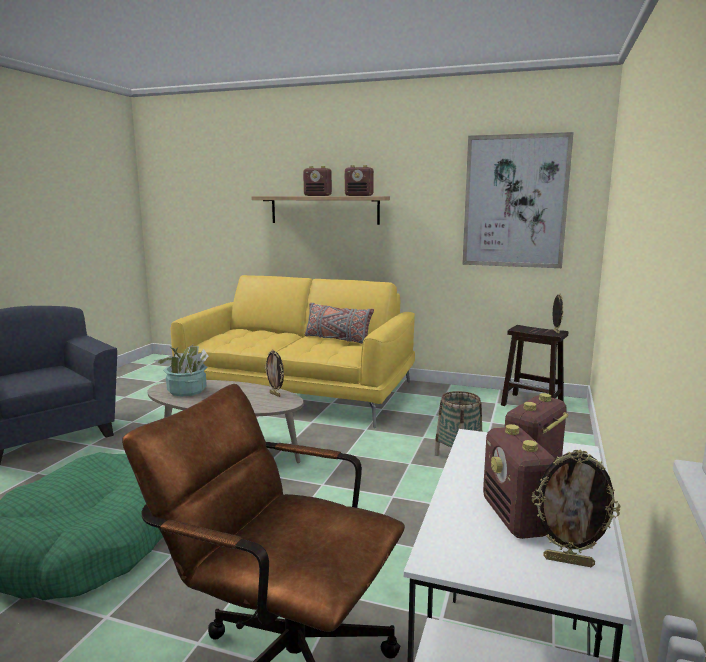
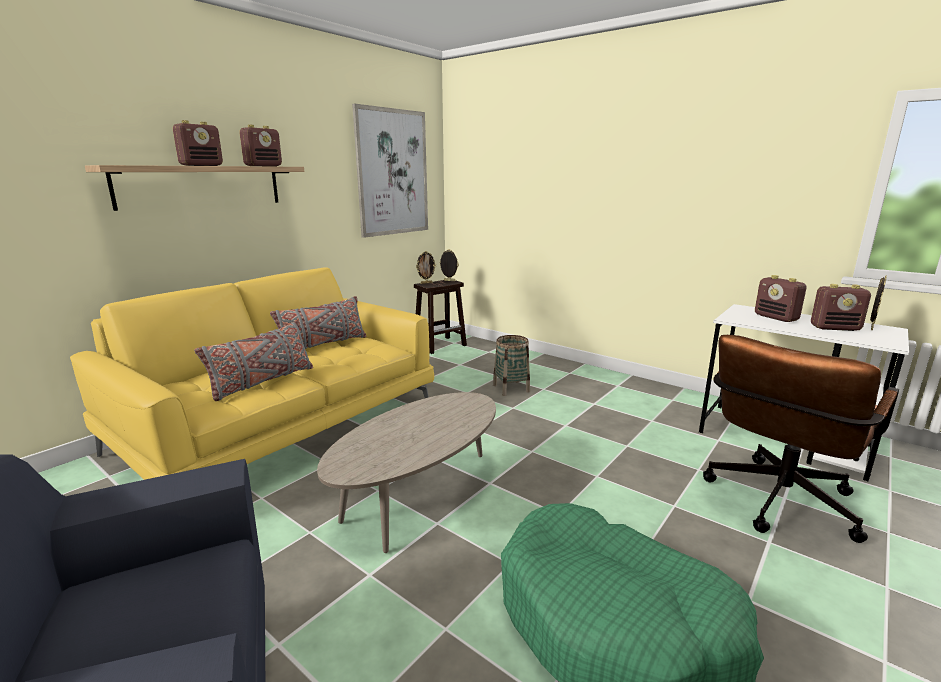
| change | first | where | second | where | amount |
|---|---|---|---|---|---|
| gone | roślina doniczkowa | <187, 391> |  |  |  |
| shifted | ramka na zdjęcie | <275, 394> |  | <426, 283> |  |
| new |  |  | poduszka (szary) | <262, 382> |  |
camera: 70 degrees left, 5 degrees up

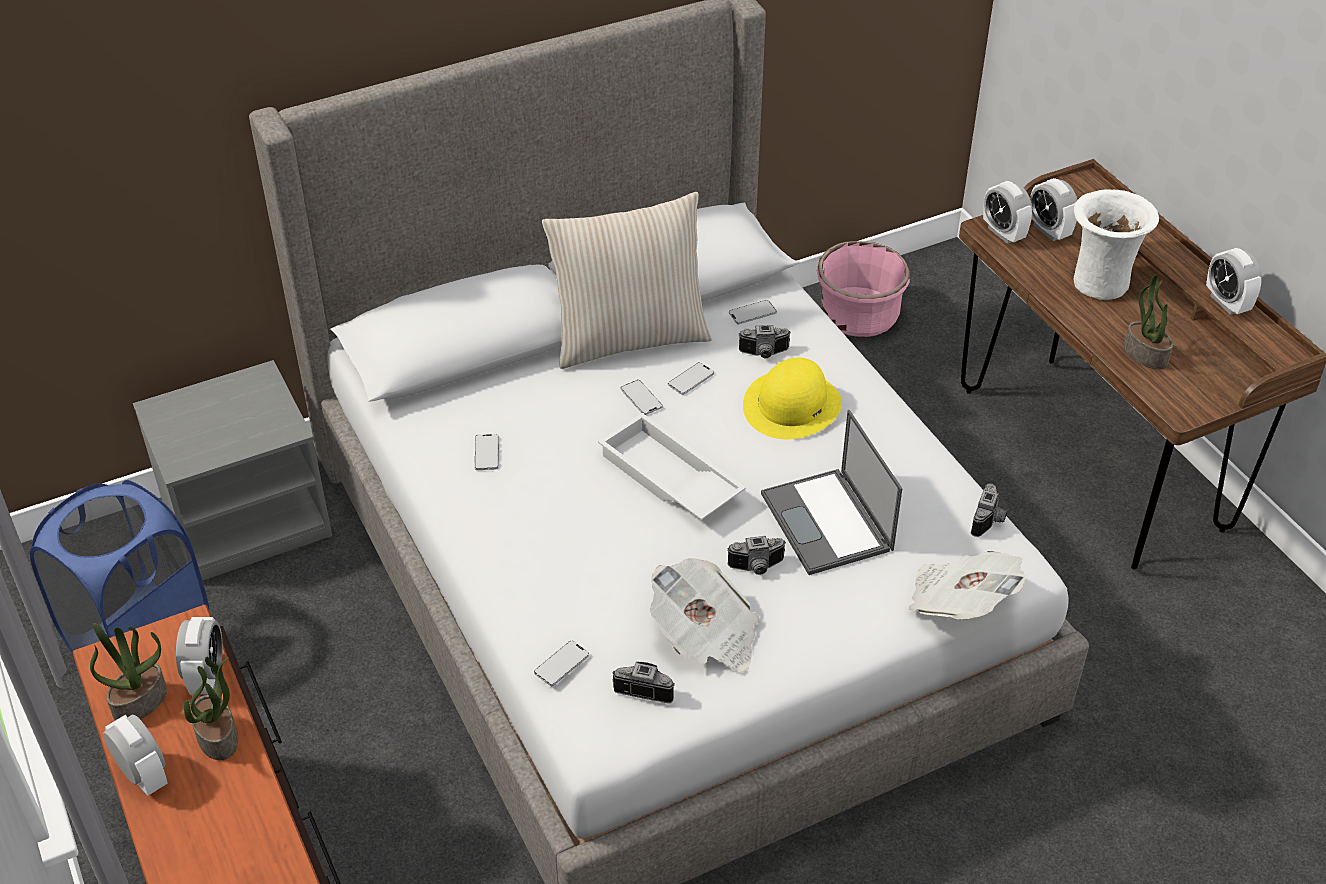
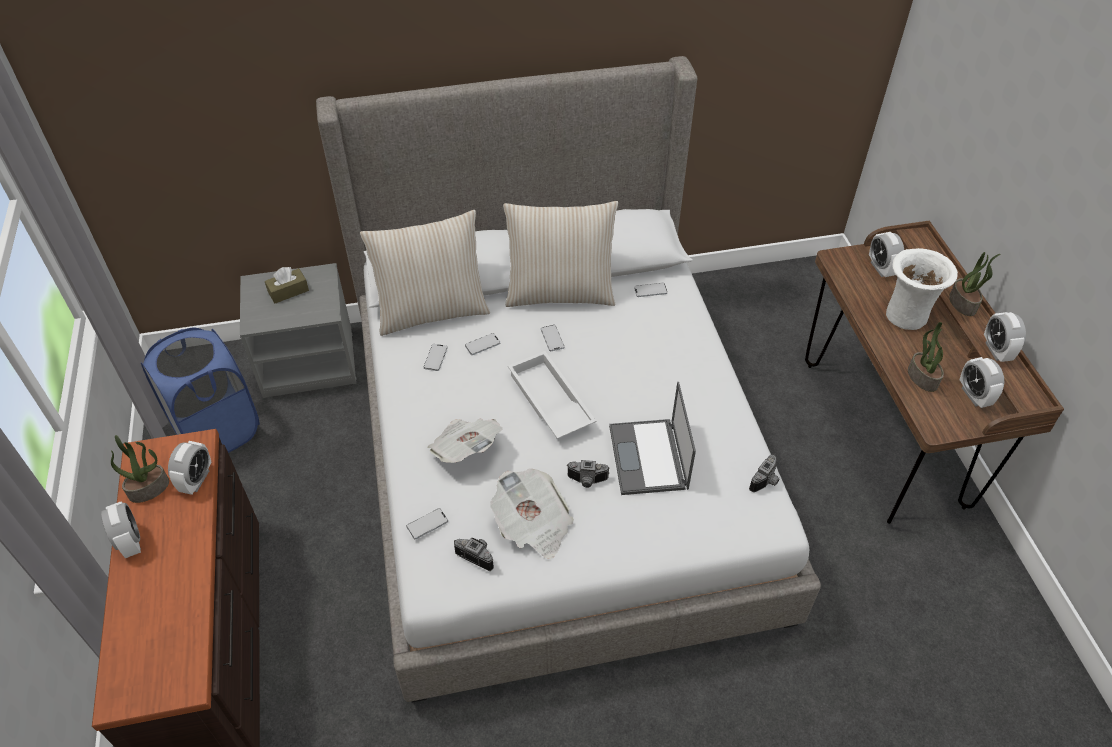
| change | first | where | second | where | amount |
|---|---|---|---|---|---|
| shifted | roślina doniczkowa | <218, 737> |  | <963, 303> |  |
| shifted | telefon | <691, 379> |  | <482, 344> |  |
| gone | aparat fotograficzny | <764, 354> |  |  |  |
| gone | kapelusz (żółty) | <792, 405> |  |  |  |
| gone | donica (różowy) | <859, 317> |  |  |  |
| shifted | gazeta | <960, 603> |  | <465, 449> |  |
| shifted | budzik | <1003, 233> |  | <974, 395> |  |
| new |  |  | pudełko chusteczek (brązowy) | <288, 291> |  |
| new |  |  | poduszka (beżowy) | <432, 311> |  |
camera: 15 degrees right, 5 degrees up

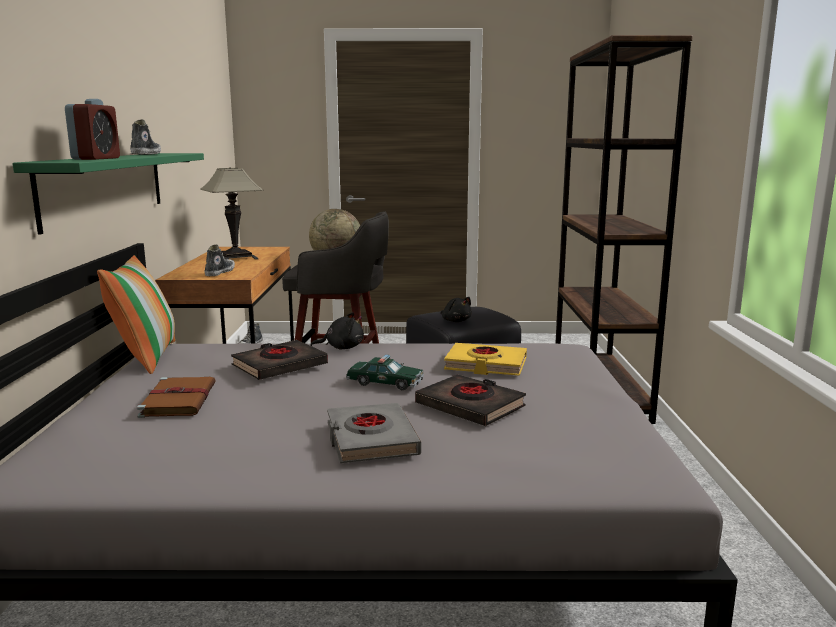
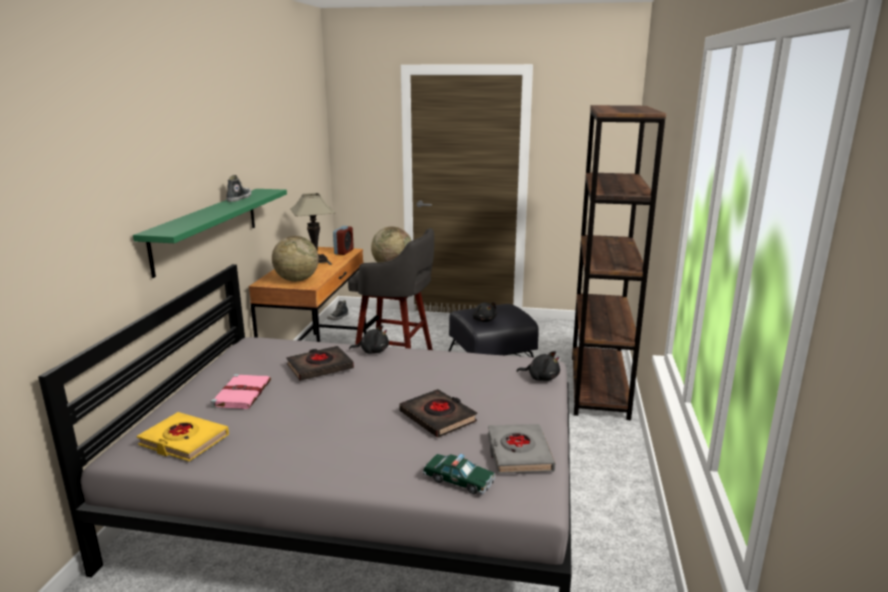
| change | first | where | second | where | amount |
|---|---|---|---|---|---|
| shifted | budzik | <96, 158> |  | <344, 252> |  |
| gone | poduszka | <145, 357> |  |  |  |
| repainted | książka (brązowy) | <179, 399> | książka (różowy) | <242, 393> |  |
| swapped | but | <219, 272> | globus | <296, 280> |  |
| shifted | książka (szary) | <371, 439> |  | <518, 453> |  |
| shifted | samochodzik | <385, 383> |  | <458, 480> |  |
| shifted | książka (żółty) | <485, 365> |  | <184, 441> |  |
| new |  |  | pluszak (czarny) | <541, 378> |  |
camera: 10 degrees right, 5 degrees up

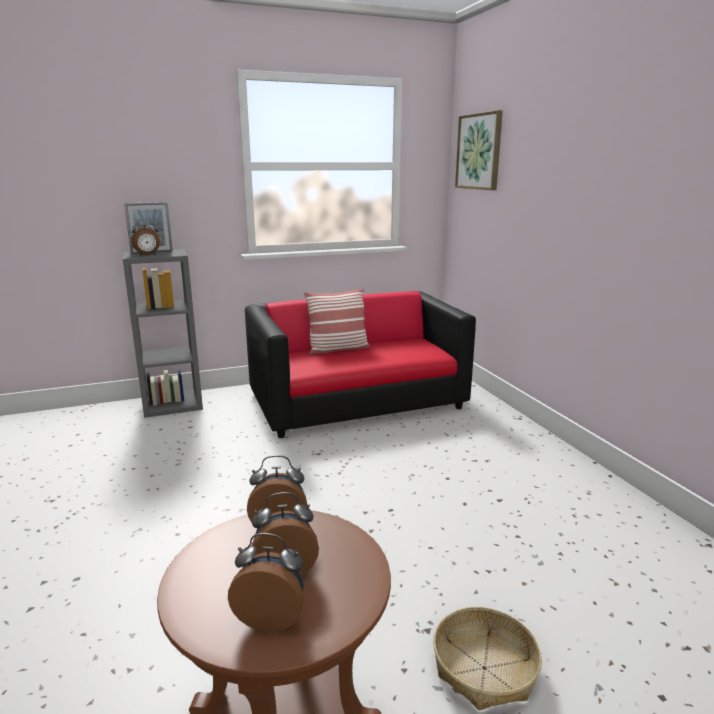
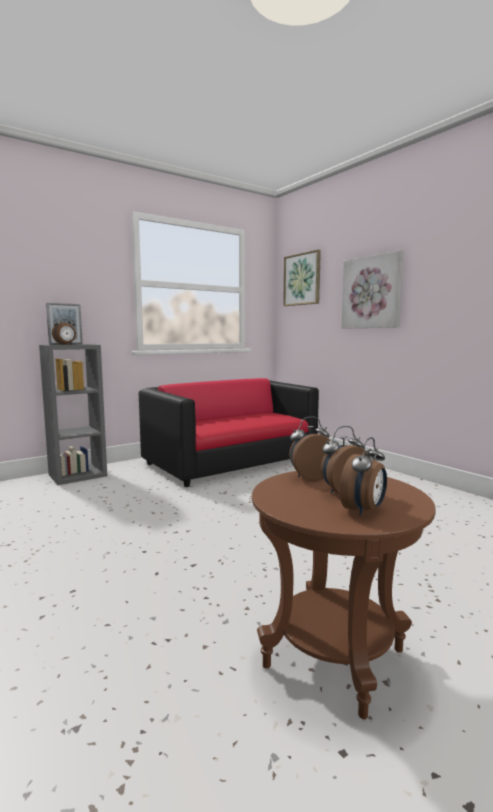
| change | first | where | second | where | amount |
|---|---|---|---|---|---|
| rotated | budzik | <271, 617> |  | <364, 511> | 135 degrees clockwise |
| gone | poduszka | <338, 349> |  |  |  |
| gone | koszyk | <484, 669> |  |  |  |
| new |  |  | obraz | <372, 292> |  |
camera: 15 degrees left, 10 degrees down

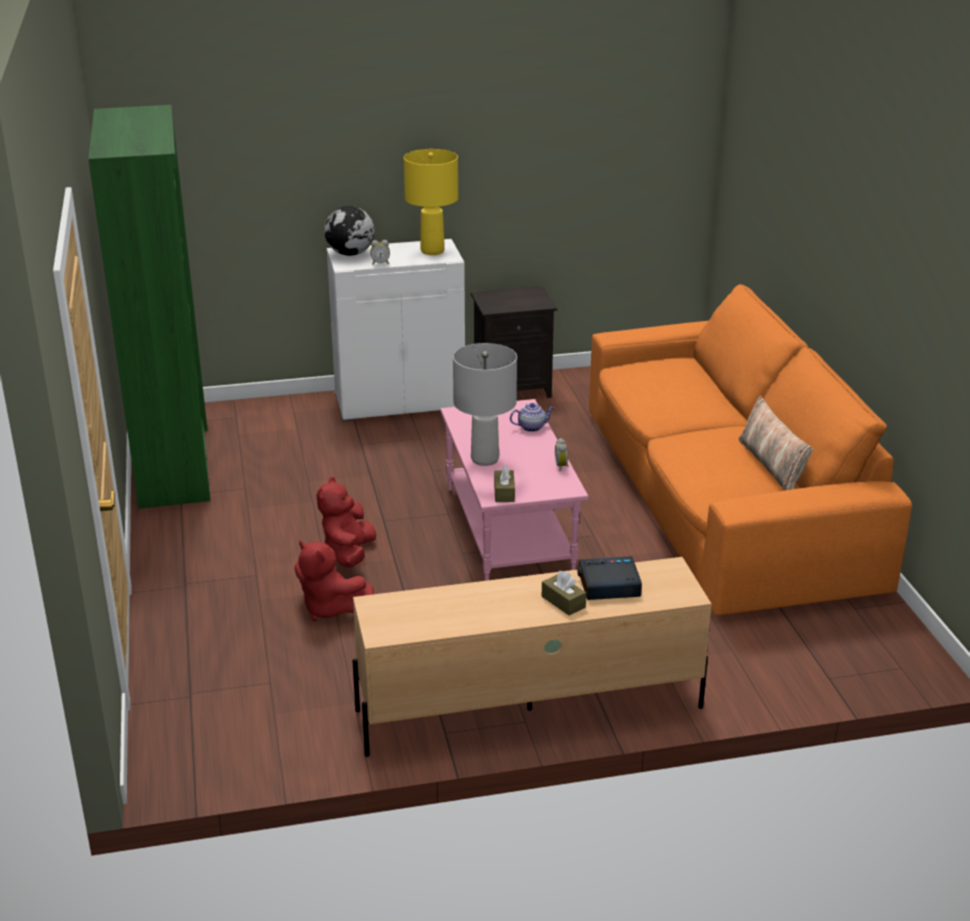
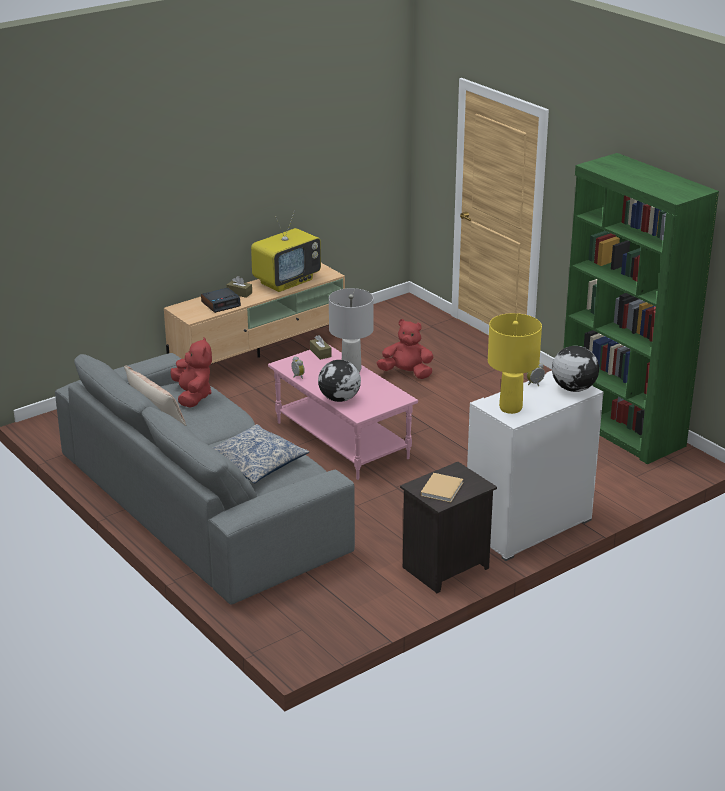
| change | first | where | second | where | amount |
|---|---|---|---|---|---|
| shifted | pluszak (czerwony) | <348, 554> |  | <193, 396> |  |
| swapped | imbryk | <532, 427> | globus | <339, 399> |  |
| repainted | kanapa (pomarańczowy) | <721, 497> | kanapa (szary) | <203, 502> |  |
| new |  |  | poduszka | <255, 463> |  |
| new |  |  | telewizor | <286, 281> |  |
| new |  |  | książka (beżowy) | <442, 488> |  |
camera: 155 degrees right, 0 degrees up

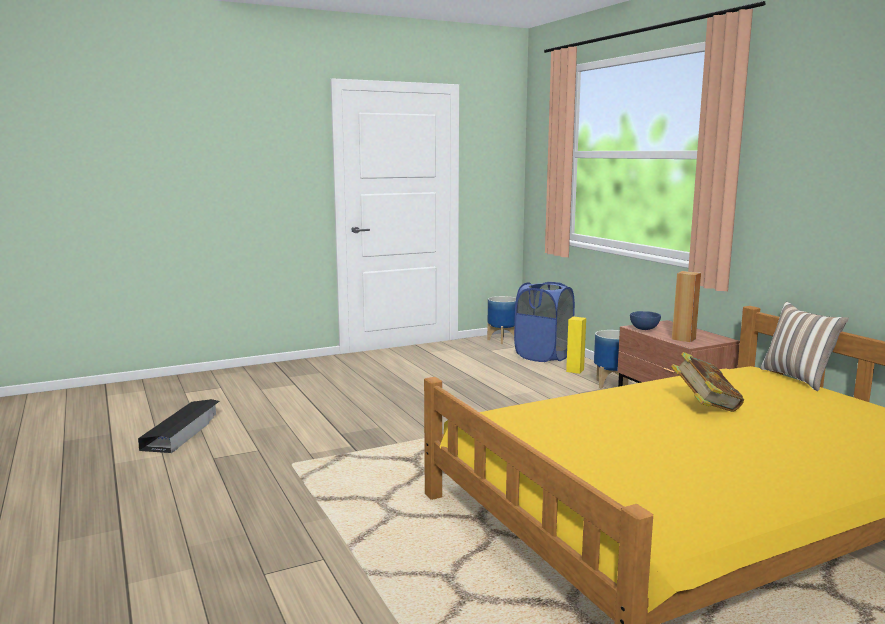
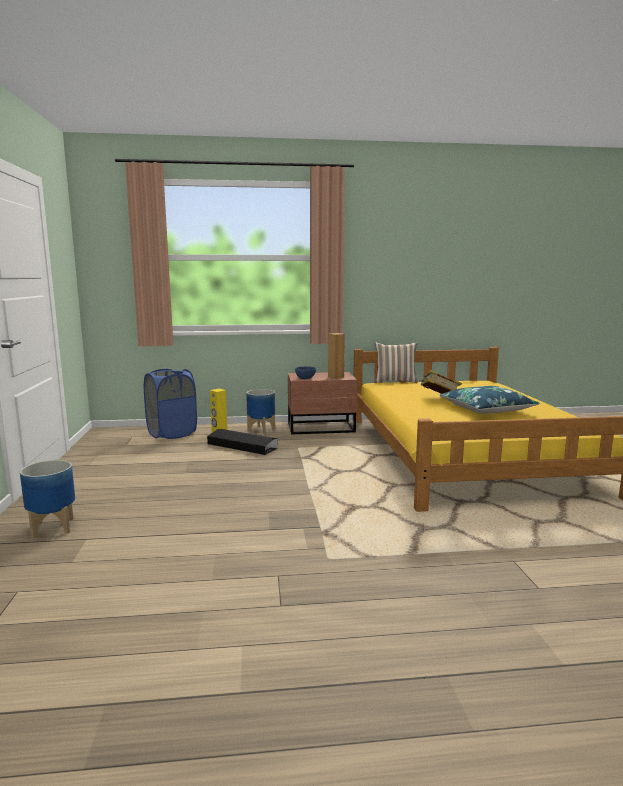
| change | first | where | second | where | amount |
|---|---|---|---|---|---|
| shifted | pojemnik do przechowywania (czarny) | <183, 431> |  | <242, 446> |  |
| shifted | donica | <501, 340> |  | <52, 528> |  |
| new |  |  | poduszka (niebieski) | <486, 409> |  |
camera: 70 degrees left, 0 degrees up

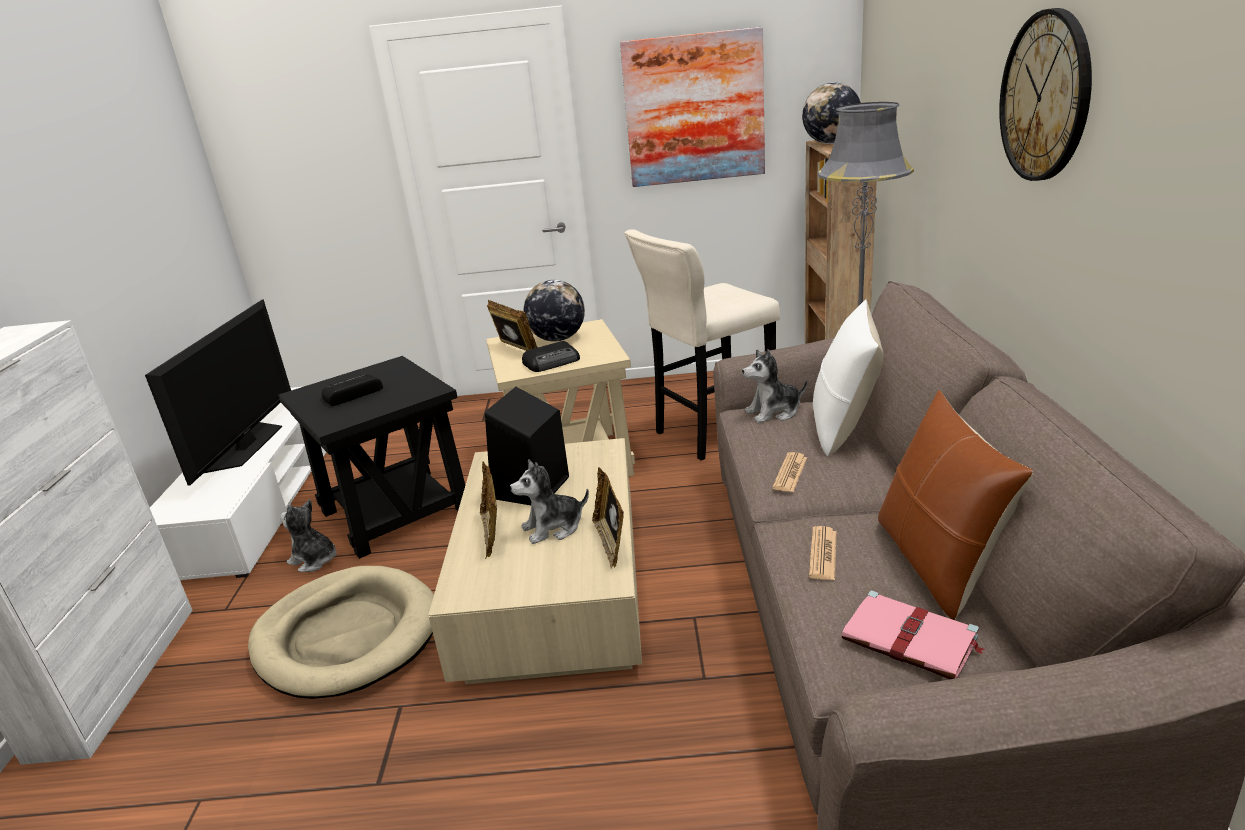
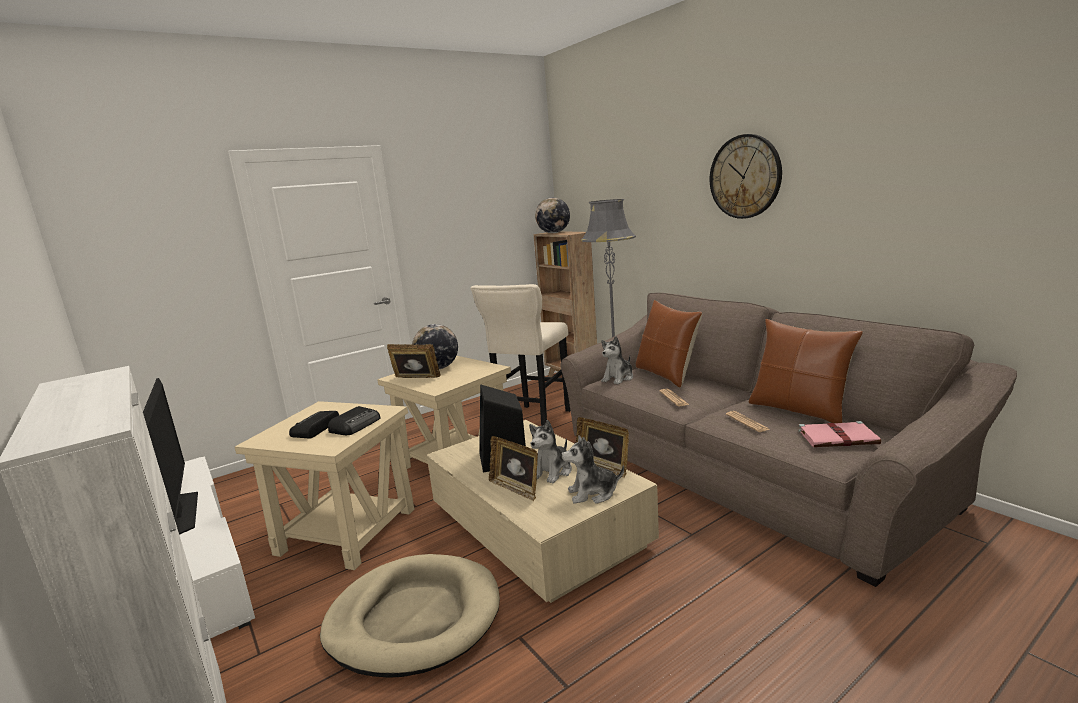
| change | first | where | second | where | amount |
|---|---|---|---|---|---|
| repainted | stolik (czarny) | <396, 510> | stolik (beżowy) | <346, 530> |  |
| shifted | pluszak | <314, 560> |  | <593, 493> |  |
| shifted | radio | <552, 362> |  | <356, 425> |  |
| gone | obraz | <694, 109> |  |  |  |
| repainted | poduszka (biały) | <843, 427> | poduszka (brązowy) | <666, 375> |  |
camera: 35 degrees left, 10 degrees down

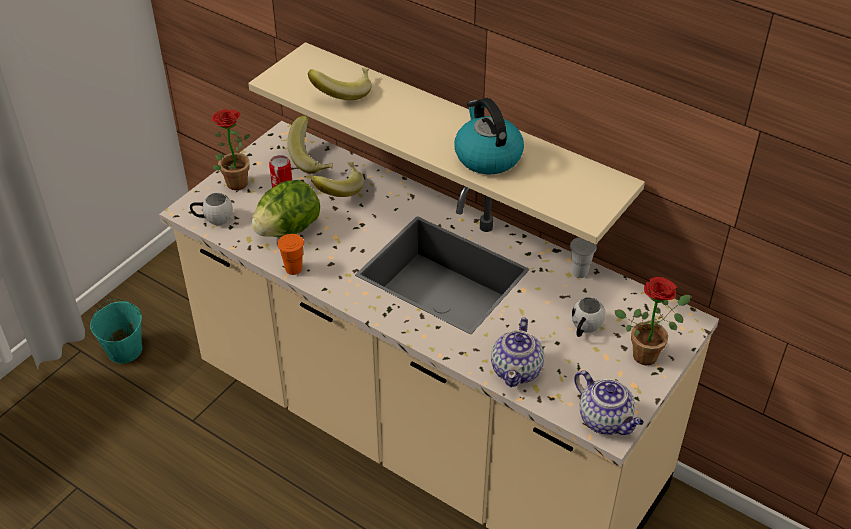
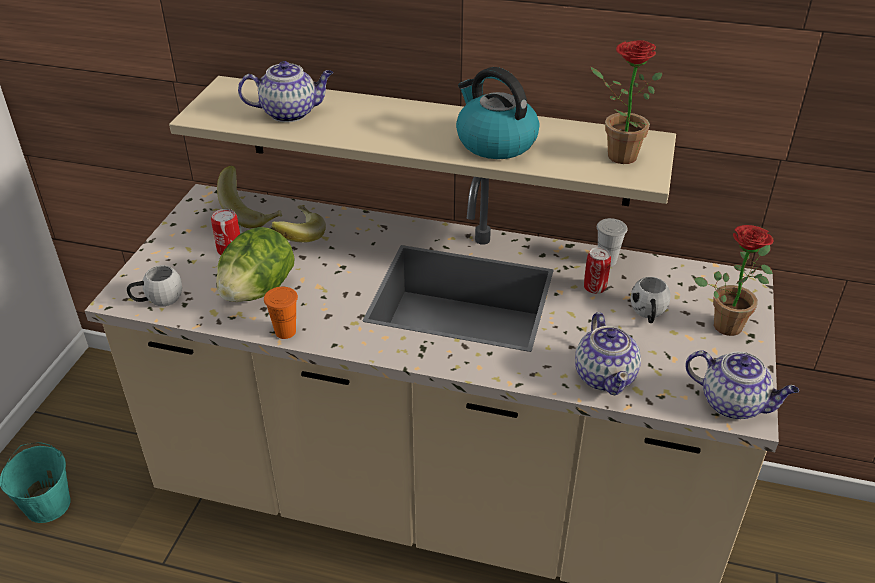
| change | first | where | second | where | amount |
|---|---|---|---|---|---|
| shifted | roślina doniczkowa | <234, 181> |  | <615, 155> |  |
| swapped | banan | <343, 92> | imbryk | <290, 113> |  |
| new |  |  | puszka | <594, 288> |  |
camera: 20 degrees left, 5 degrees down

